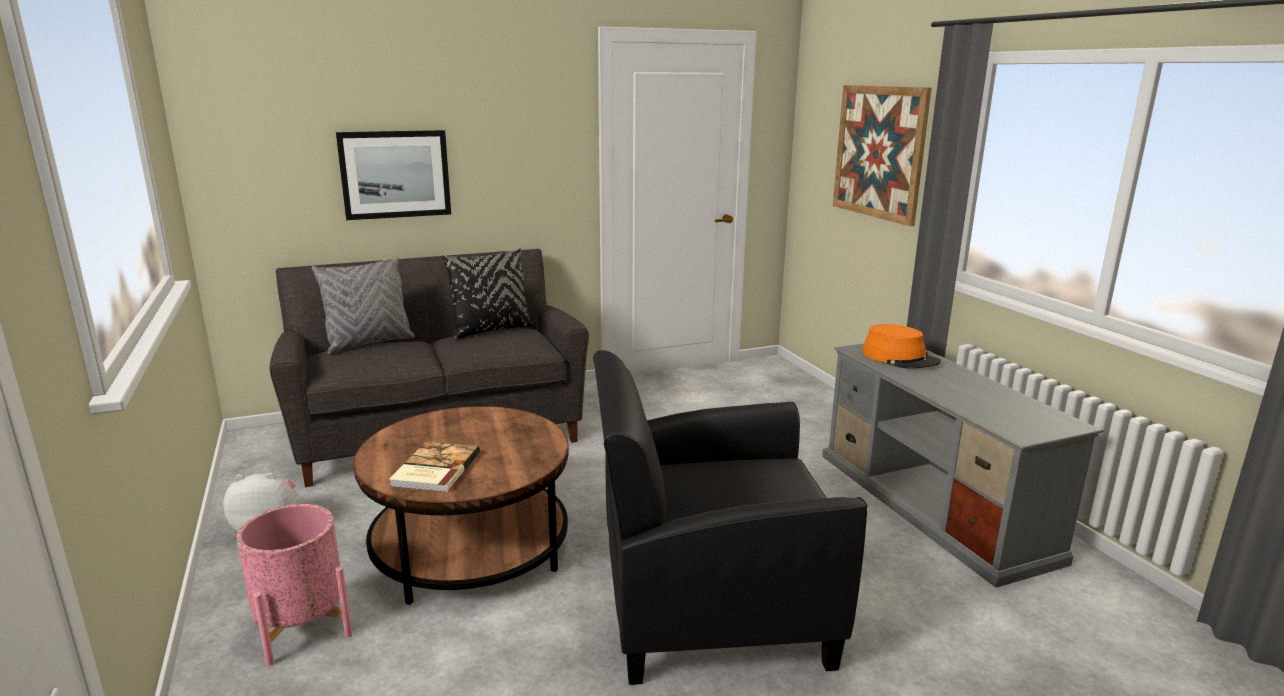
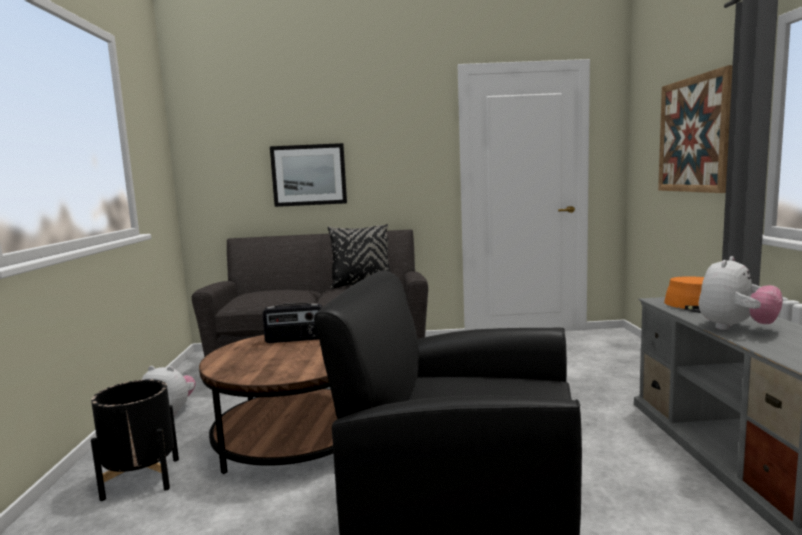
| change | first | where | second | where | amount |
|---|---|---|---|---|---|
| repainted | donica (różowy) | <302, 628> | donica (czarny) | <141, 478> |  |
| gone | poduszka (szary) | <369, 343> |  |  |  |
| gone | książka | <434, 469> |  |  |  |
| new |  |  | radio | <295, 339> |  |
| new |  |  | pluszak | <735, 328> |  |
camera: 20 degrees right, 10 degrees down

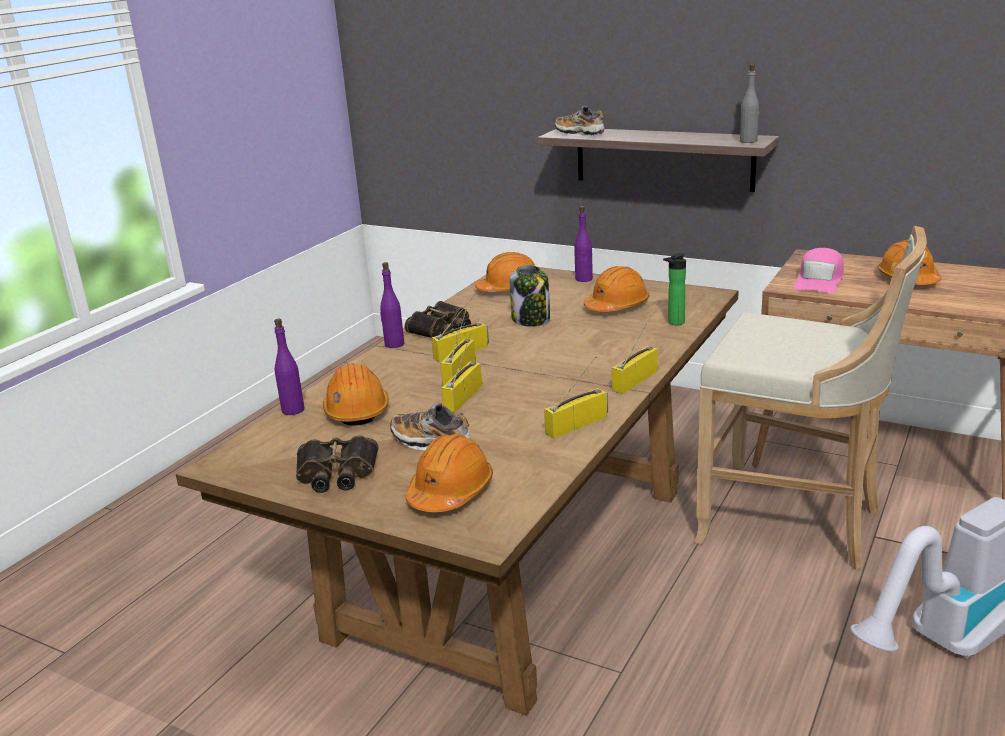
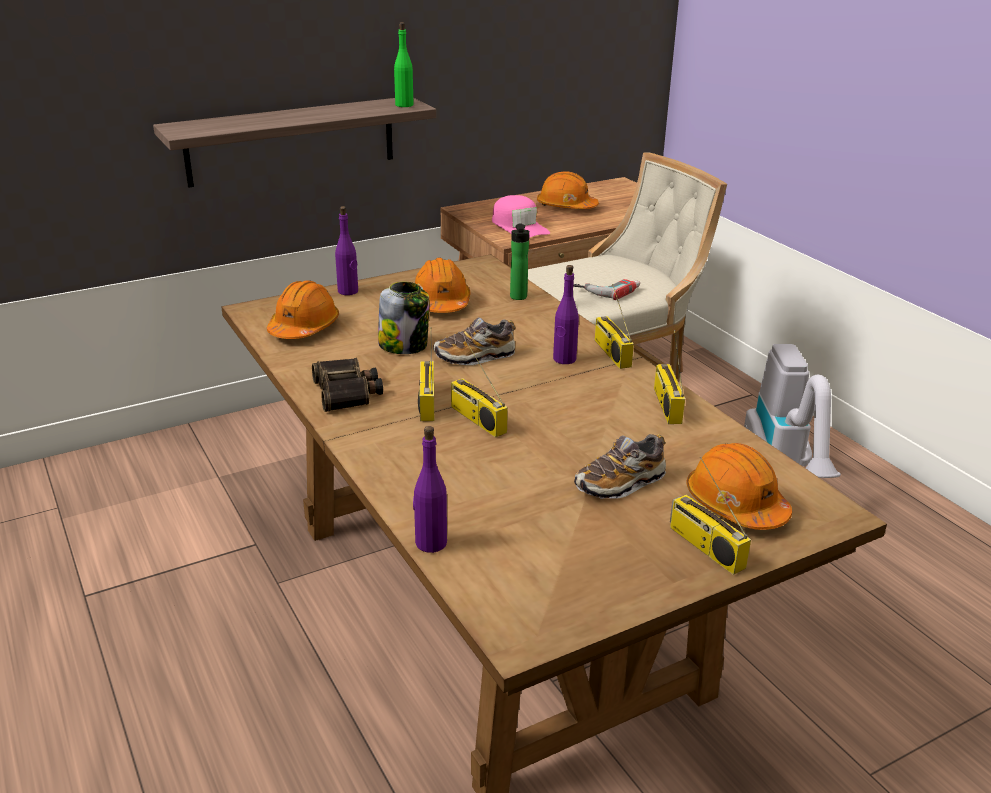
| change | first | where | second | where | amount |
|---|---|---|---|---|---|
| gone | lornetka | <336, 474> |  |  |  |
| gone | kask (pomarańczowy) | <357, 410> |  |  |  |
| shifted | butelka (fioletowy) | <394, 344> |  | <564, 359> |  |
| shifted | radio | <463, 397> |  | <704, 547> |  |
| shifted | but | <579, 133> |  | <475, 356> |  |
| repainted | butelka (szary) | <748, 141> | butelka (zielony) | <404, 105> |  |
| new |  |  | wiertarka | <604, 289> |  |
camera: 60 degrees left, 5 degrees up

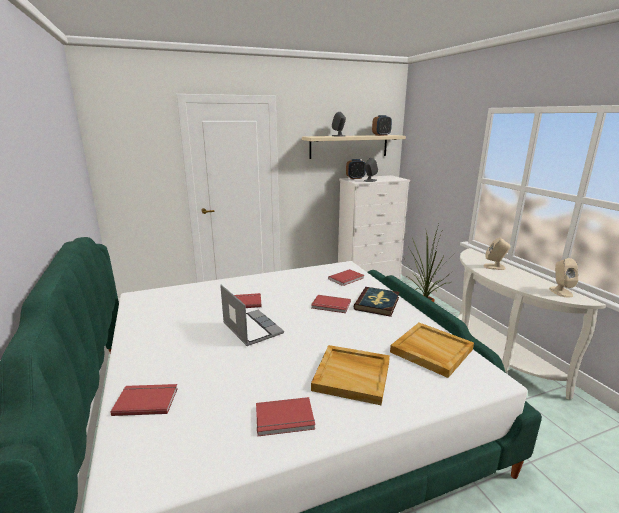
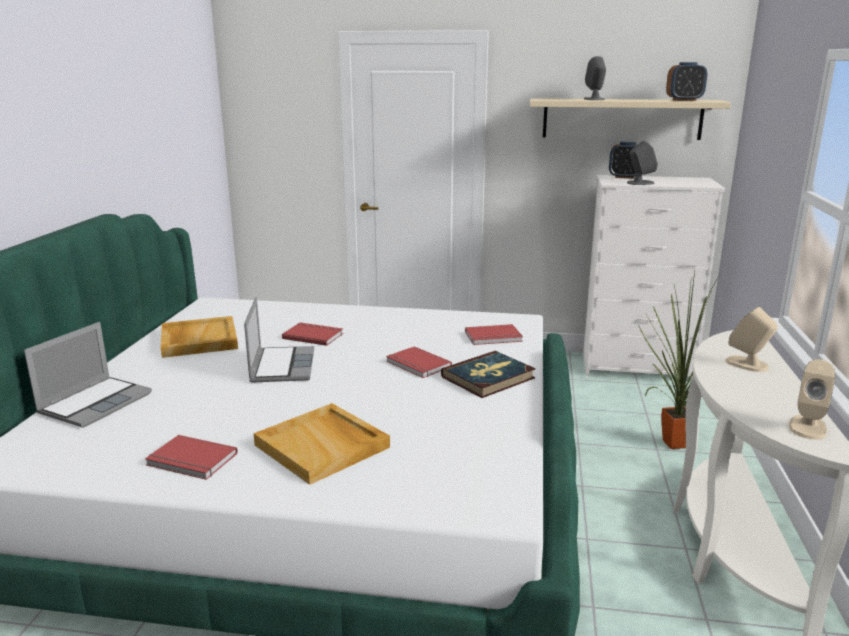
| change | first | where | second | where | amount |
|---|---|---|---|---|---|
| swapped | książka (czerwony) | <146, 400> | laptop | <96, 403> |  |
| shifted | taca (beżowy) | <430, 351> |  | <198, 340> |  |
camera: 30 degrees right, 0 degrees up

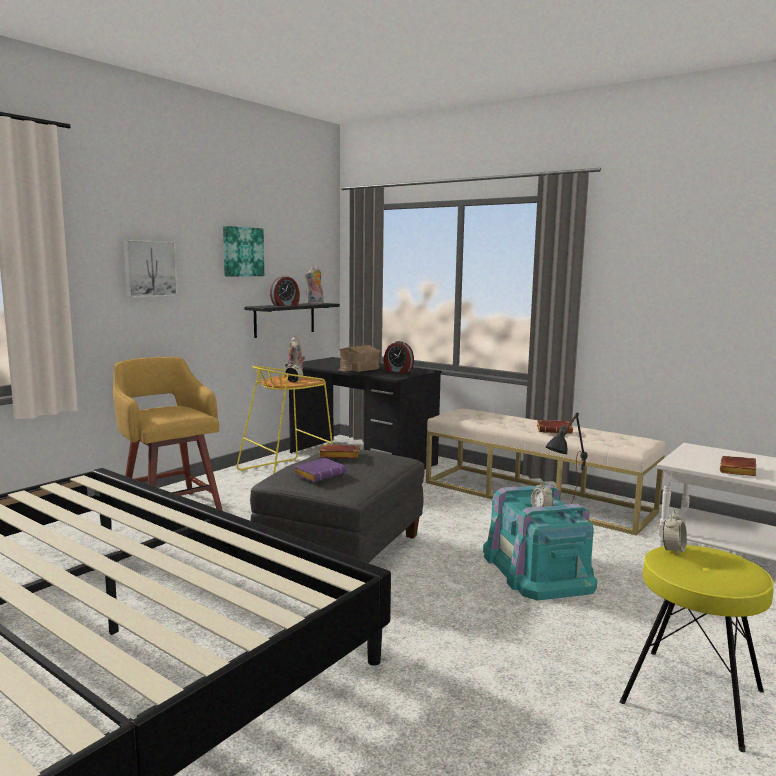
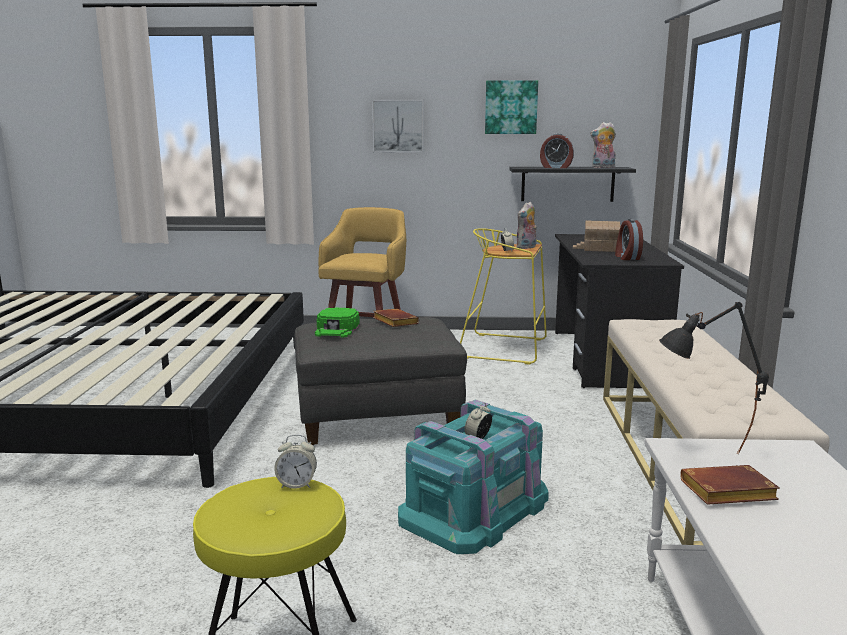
| change | first | where | second | where | amount |
|---|---|---|---|---|---|
| swapped | książka (fioletowy) | <320, 474> | czapka z daszkiem (zielony) | <337, 329> |  |
| gone | książka (brązowy) | <555, 430> |  |  |  |
| shifted | lampa stołowa (czarny) | <565, 515> |  | <702, 456> |  |
camera: 55 degrees right, 5 degrees up

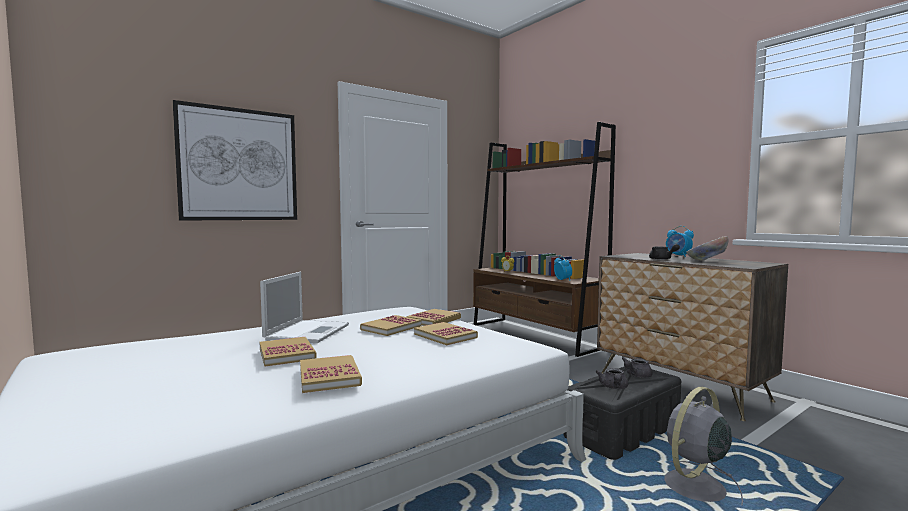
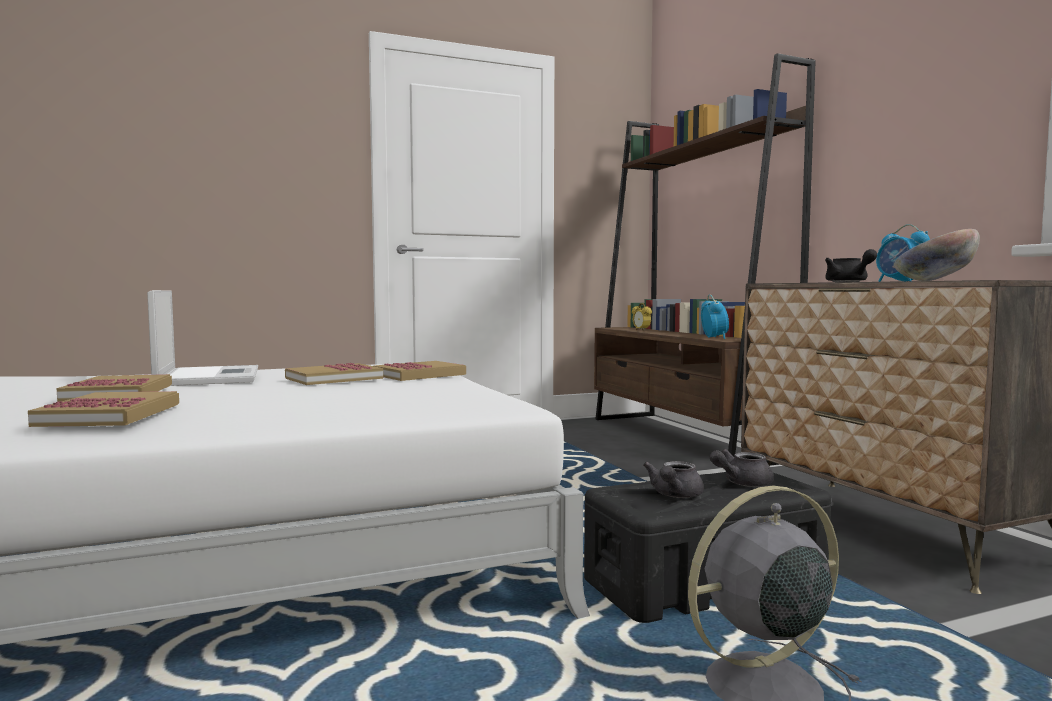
| change | first | where | second | where | amount |
|---|---|---|---|---|---|
| gone | obraz | <239, 165> |  |  |  |
| rotated | laptop | <308, 332> |  | <209, 377> | 45 degrees counterclockwise |
| gone | książka | <445, 336> |  |  |  |
camera: 15 degrees right, 0 degrees up

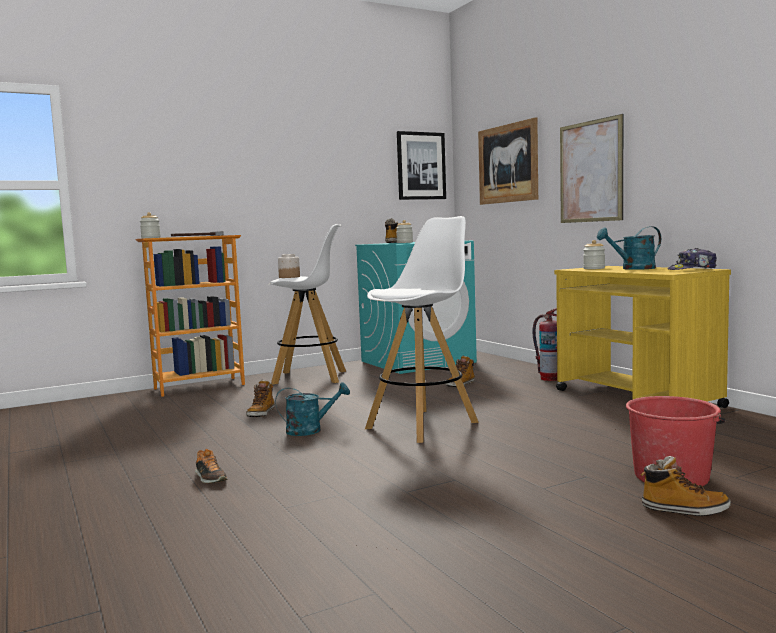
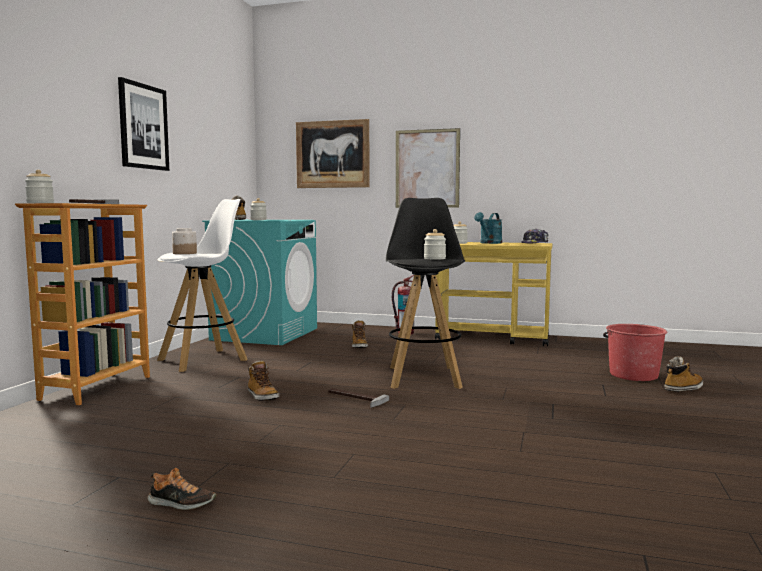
| change | first | where | second | where | amount |
|---|---|---|---|---|---|
| shifted | but | <210, 478> |  | <181, 503> |  |
| swapped | konewka (turkusowy) | <310, 430> | młotek | <354, 398> |  |
| repainted | stołek (biały) | <423, 425> | stołek (czarny) | <424, 377> |  |
| shifted | obraz | <421, 166> |  | <143, 126> |  |
| new |  |  | słoik | <434, 258> |  |
camera: 45 degrees left, 0 degrees up

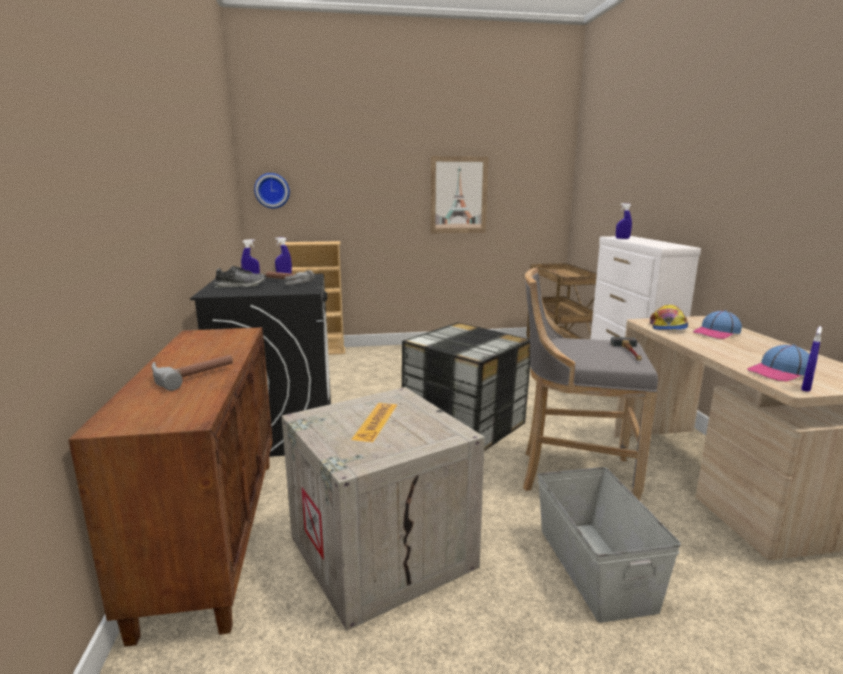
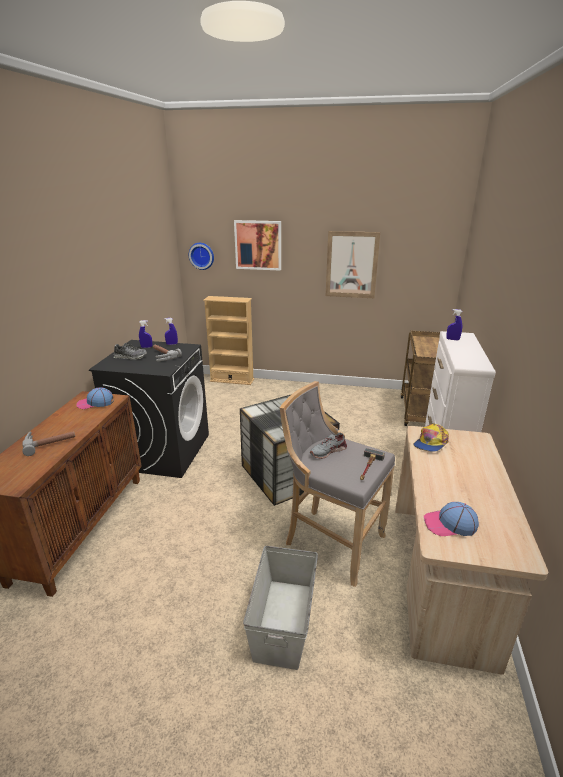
| change | first | where | second | where | amount |
|---|---|---|---|---|---|
| gone | skrzynka | <378, 551> |  |  |  |
| shifted | czapka z daszkiem | <716, 333> |  | <95, 403> |  |
| gone | spryskiwacz (niebieski) | <806, 388> |  |  |  |
| new |  |  | obraz | <258, 245> |  |
| new |  |  | but (szary) | <328, 451> |  |
camera: 20 degrees right, 10 degrees up

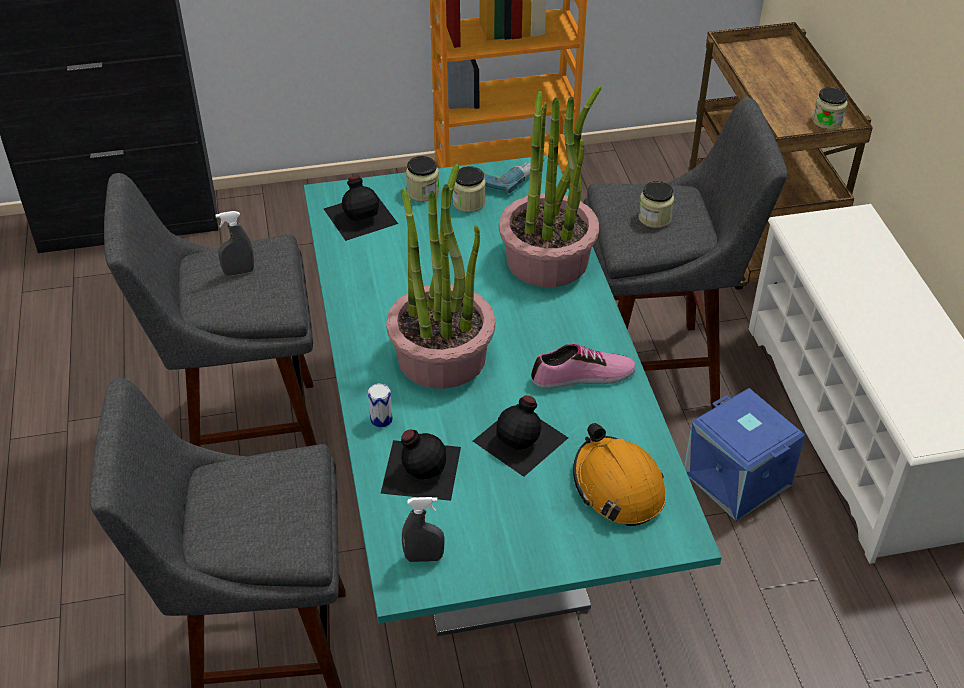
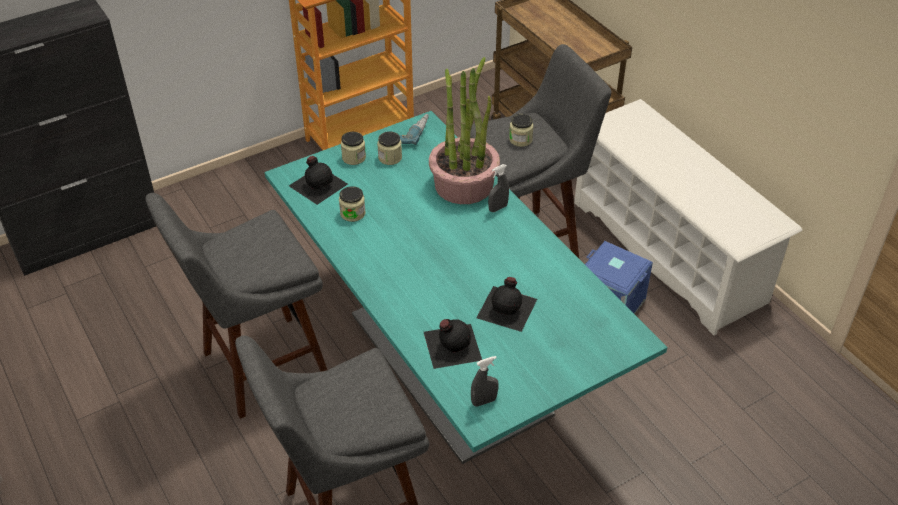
| change | first | where | second | where | amount |
|---|---|---|---|---|---|
| shifted | spryskiwacz (szary) | <239, 272> |  | <498, 208> |  |
| gone | puszka | <381, 419> |  |  |  |
| gone | roślina doniczkowa | <442, 355> |  |  |  |
| gone | but | <583, 376> |  |  |  |
| gone | kask (pomarańczowy) | <617, 486> |  |  |  |
| shifted | słoik | <827, 121> |  | <352, 213> |  |
camera: 20 degrees left, 0 degrees up

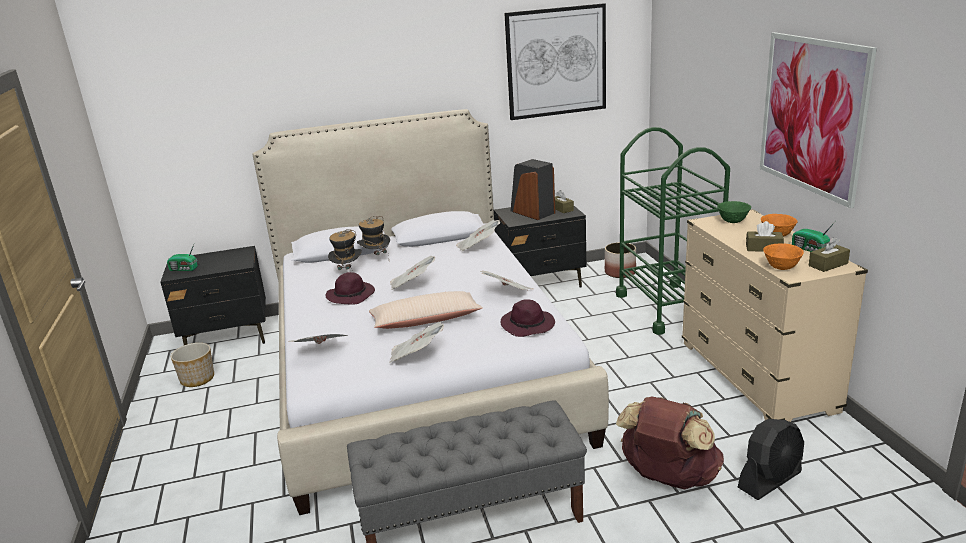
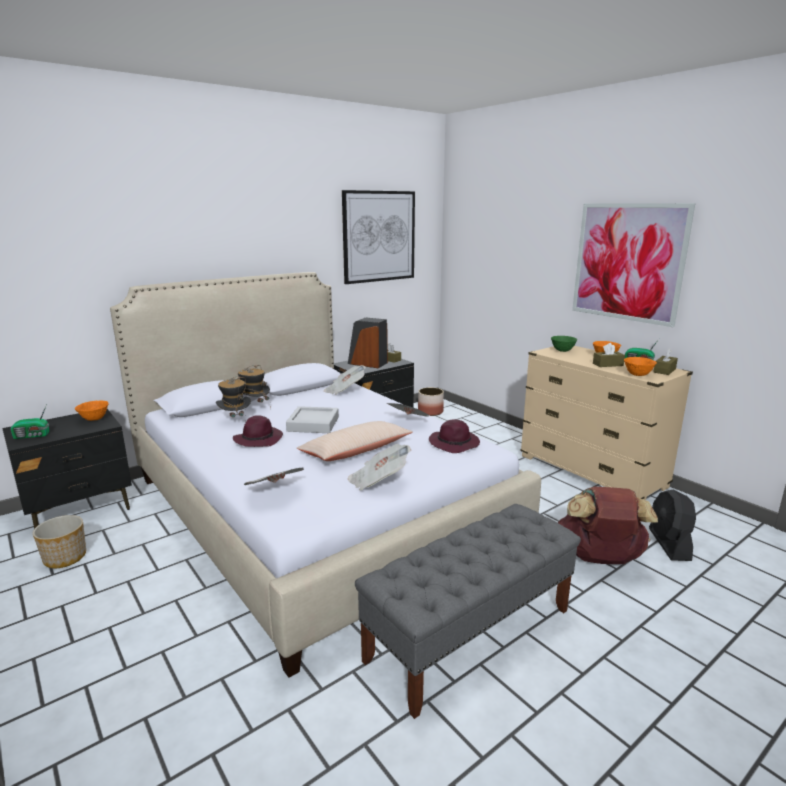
| change | first | where | second | where | amount |
|---|---|---|---|---|---|
| swapped | gazeta | <412, 285> | taca (szary) | <313, 424> |  |
| gone | wózek (zielony) | <667, 307> |  |  |  |
| rotated | wentylator (czarny) | <770, 480> |  | <669, 544> | 150 degrees clockwise |
| new |  |  | miska (pomarańczowy) | <94, 419> |  |
camera: 25 degrees left, 5 degrees down

